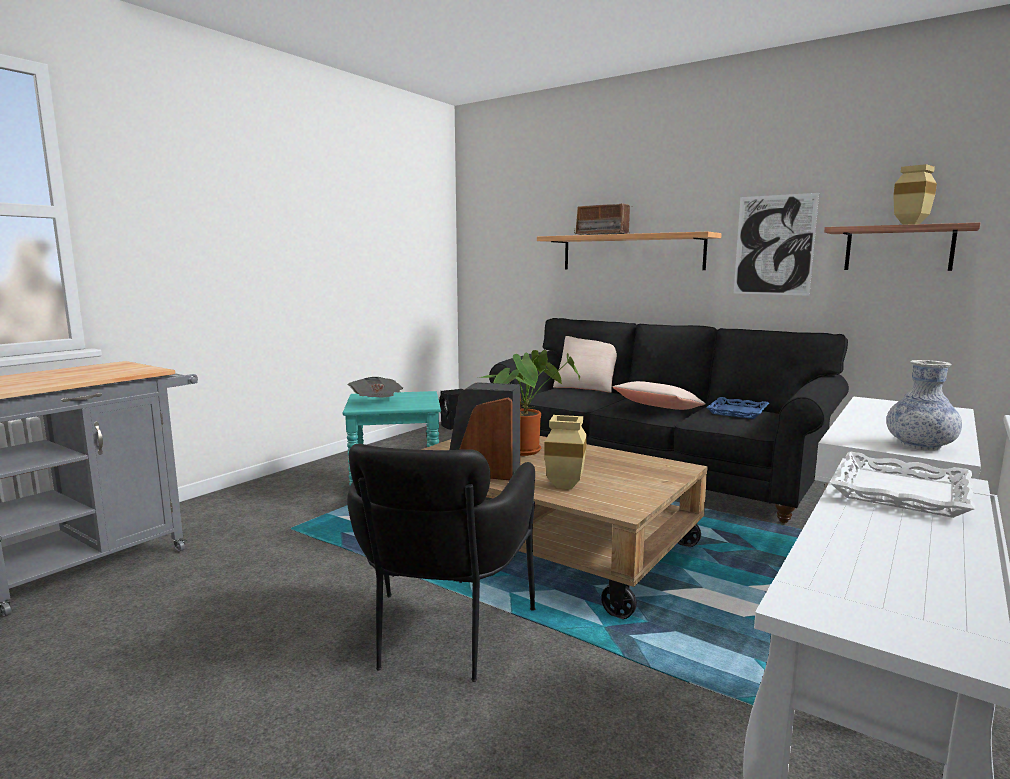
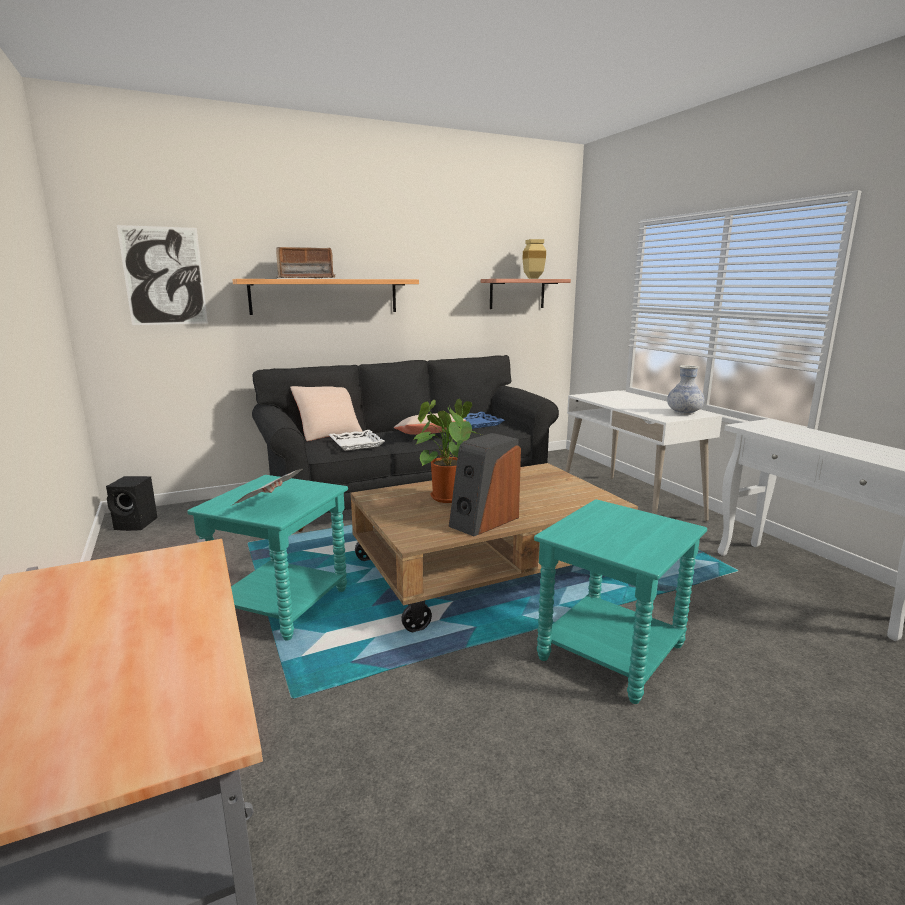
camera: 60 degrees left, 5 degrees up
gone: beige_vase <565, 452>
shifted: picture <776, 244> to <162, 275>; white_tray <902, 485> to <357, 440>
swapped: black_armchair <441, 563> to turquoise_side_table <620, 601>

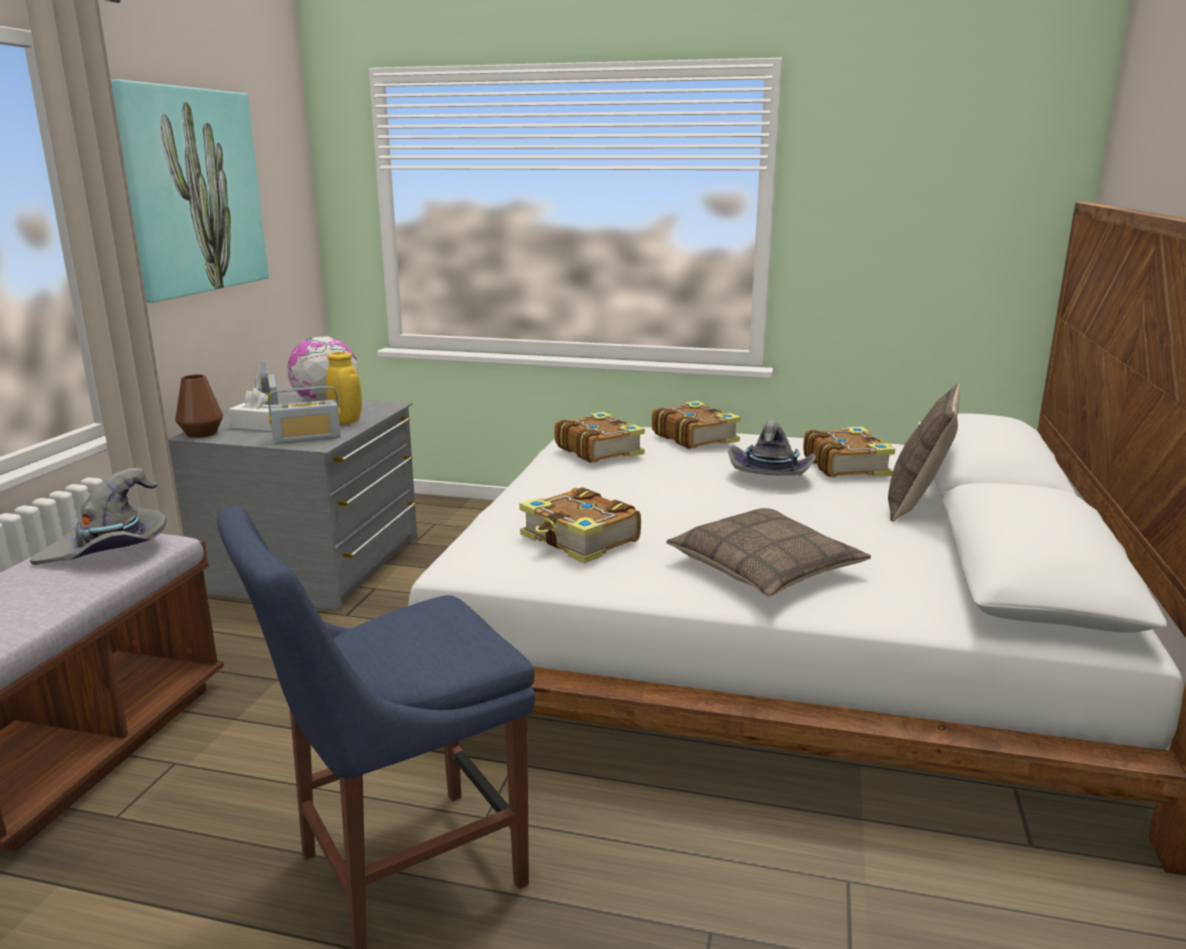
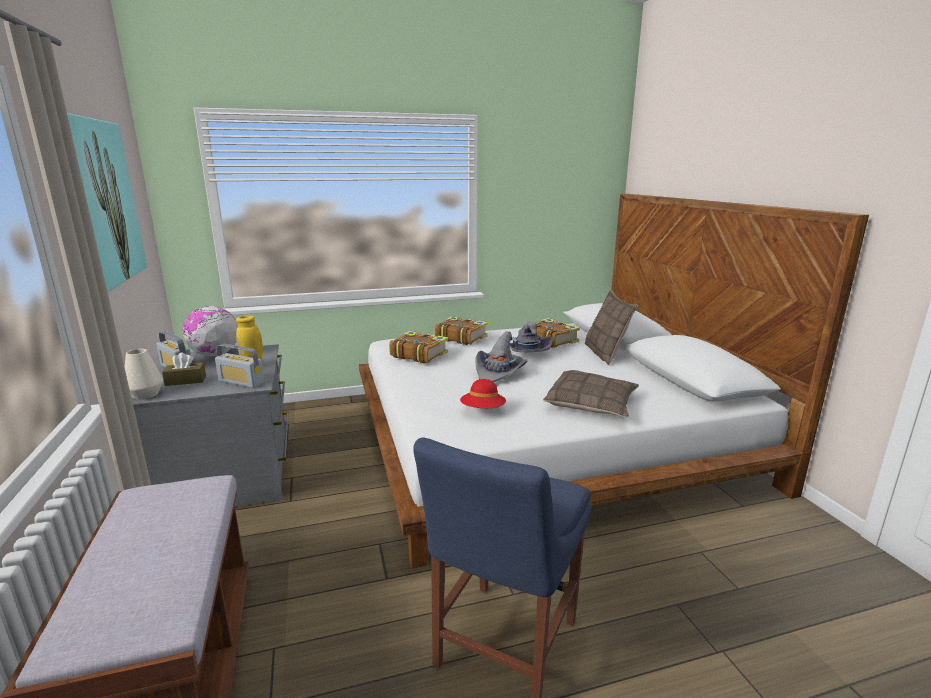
camera: 30 degrees left, 0 degrees up
shifted: grey_hat <98, 516> to <501, 356>
swapped: book <580, 525> to red_hat <483, 393>
repainted: brown_vase <199, 406> to white_vase <144, 374>; white_tissue_box <250, 409> to brown_tissue_box <184, 369>
rotated: radio <304, 415> = <239, 366> 75 degrees clockwise

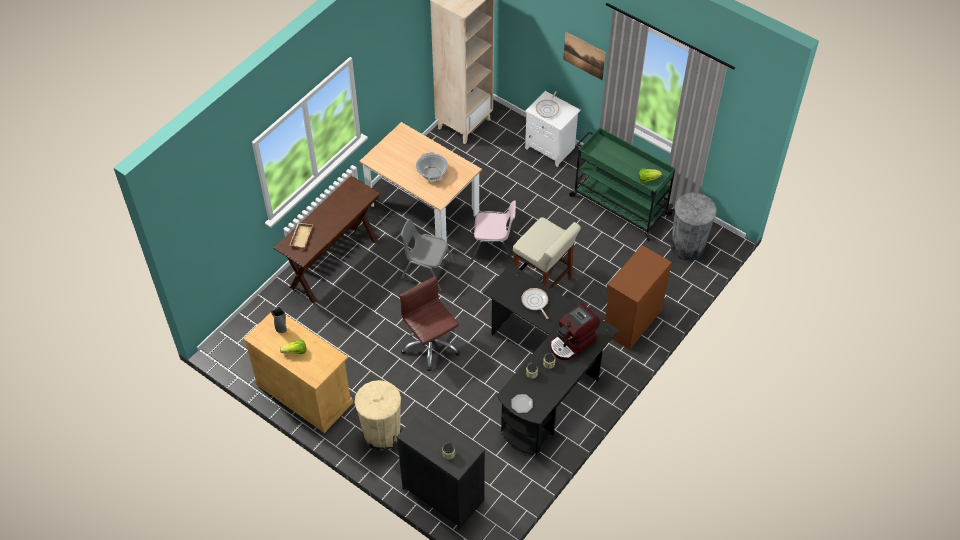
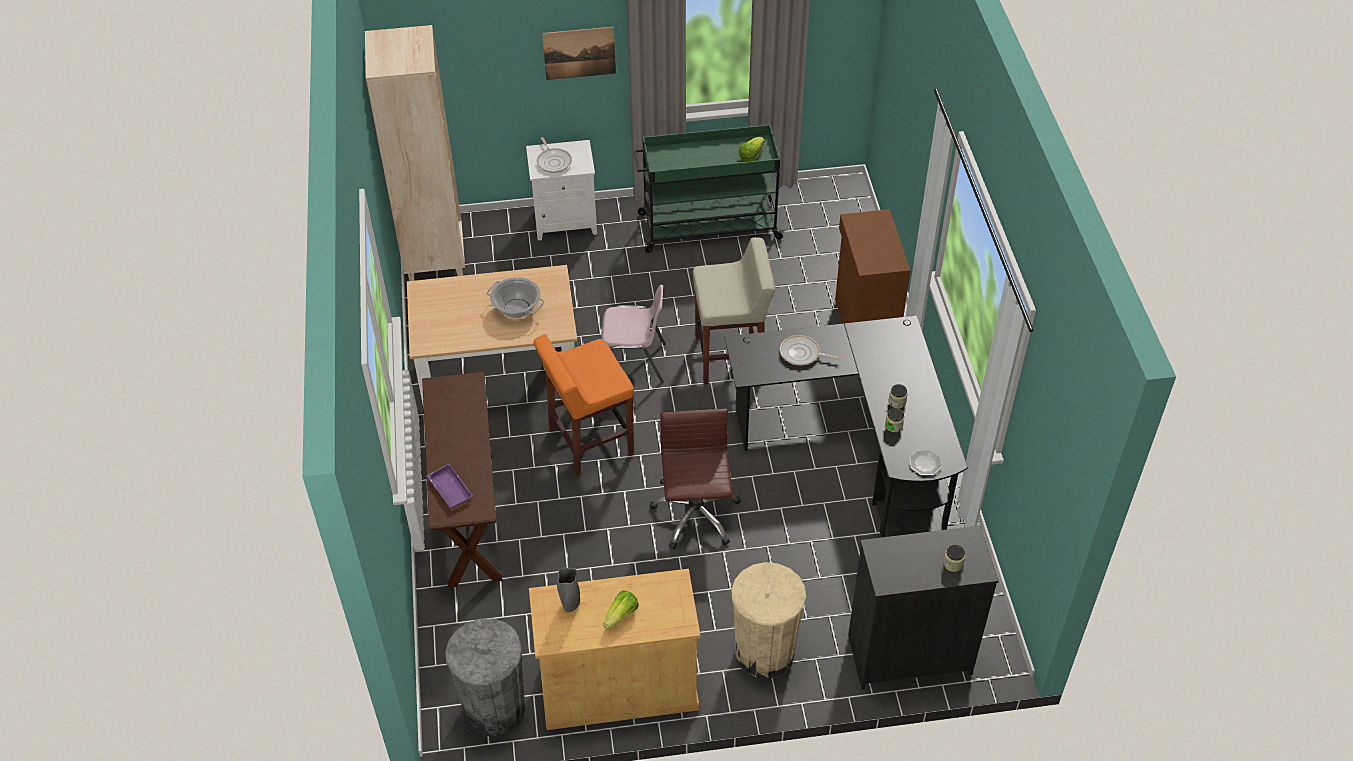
camera: 45 degrees left, 5 degrees down
gone: coffee_machine <575, 331>
shifted: grey_trash_can <694, 227> to <485, 677>
swapped: grey_chair <427, 255> to orange_stool <584, 405>
repainted: beige_tray <301, 236> to purple_tray <449, 486>
rotated: brown_office_chair <429, 323> = <695, 479> 75 degrees clockwise; pink_chair <493, 231> = <633, 334> 45 degrees clockwise

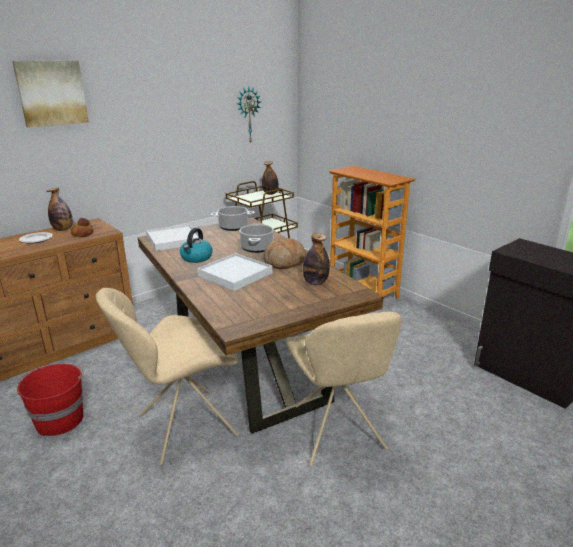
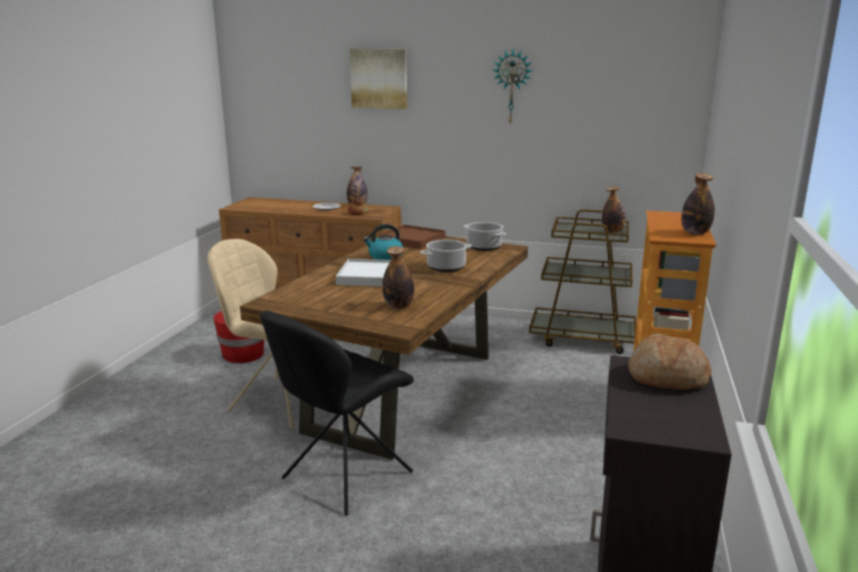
camera: 55 degrees right, 5 degrees down
new: bottle <698, 204>
shifted: wall_clock <249, 115> to <512, 87>; bread <284, 253> to <670, 361>
repainted: white_tray <172, 237> to brown_tray <411, 237>; beige_chair <344, 389> to black_chair <337, 413>

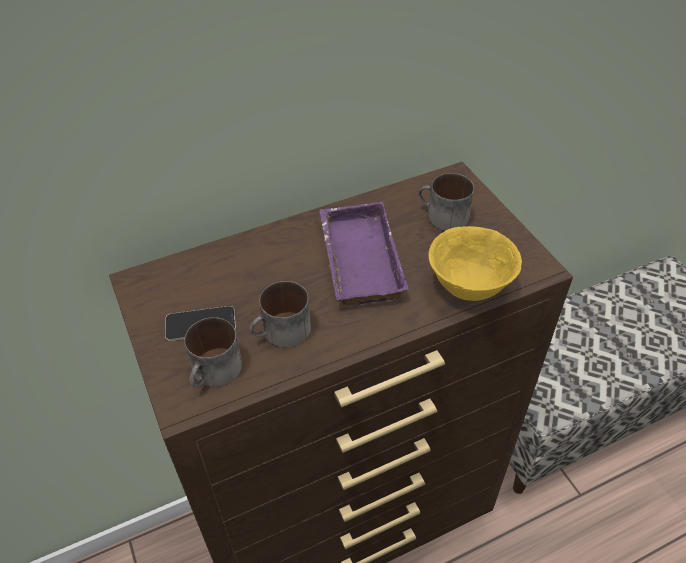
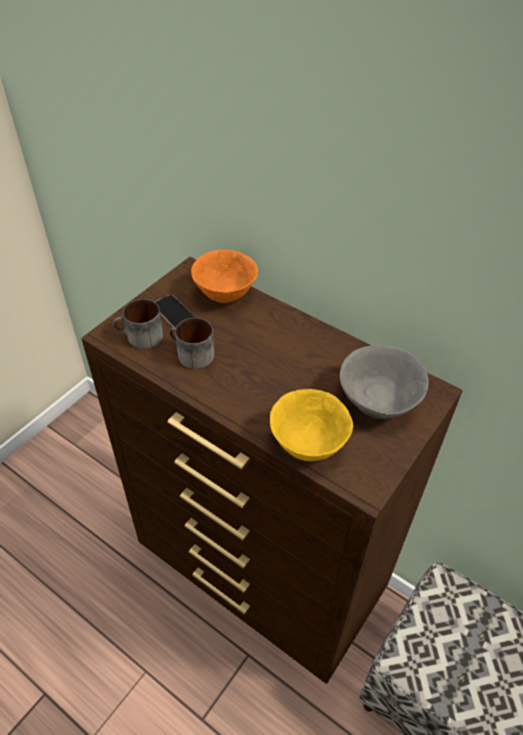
camera: 60 degrees right, 0 degrees up
gone: purple_tray <364, 253>
new: orange_bowl <224, 276>
swapped: mug <446, 201> to grey_bowl <384, 382>

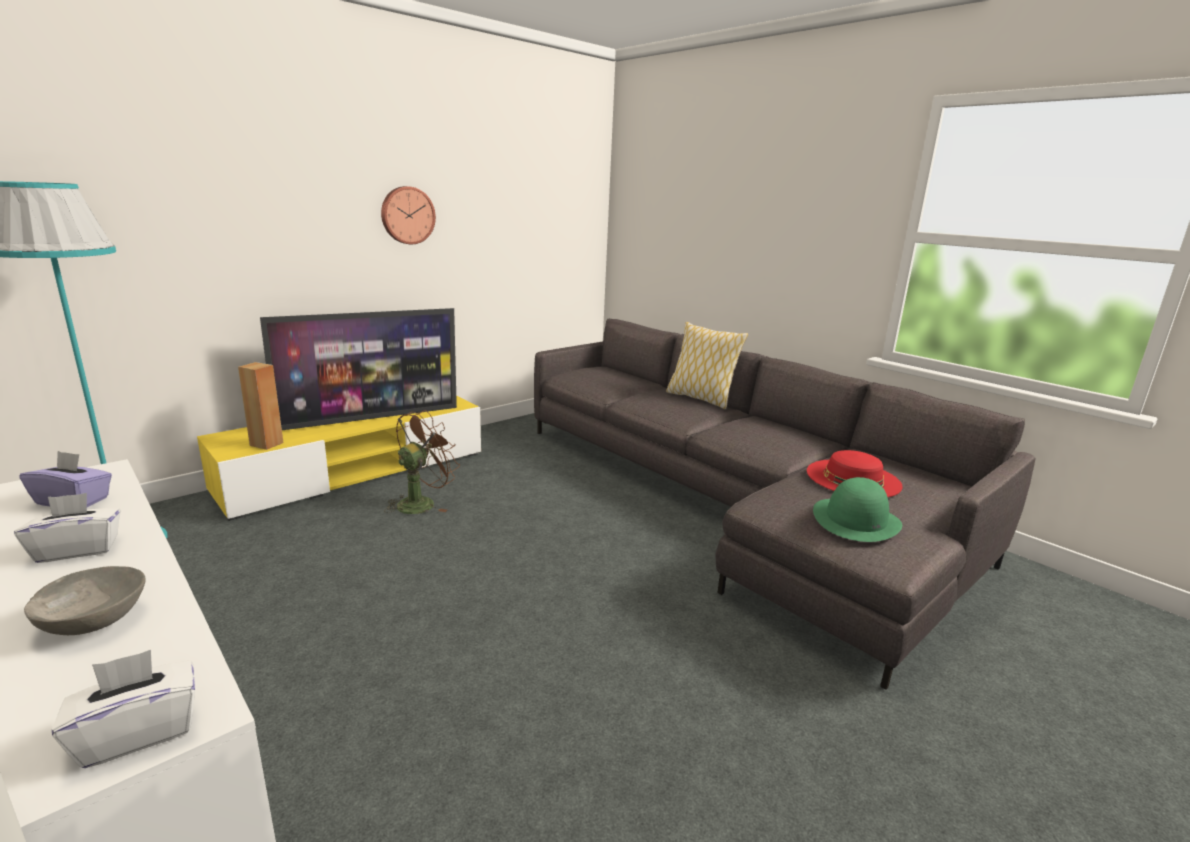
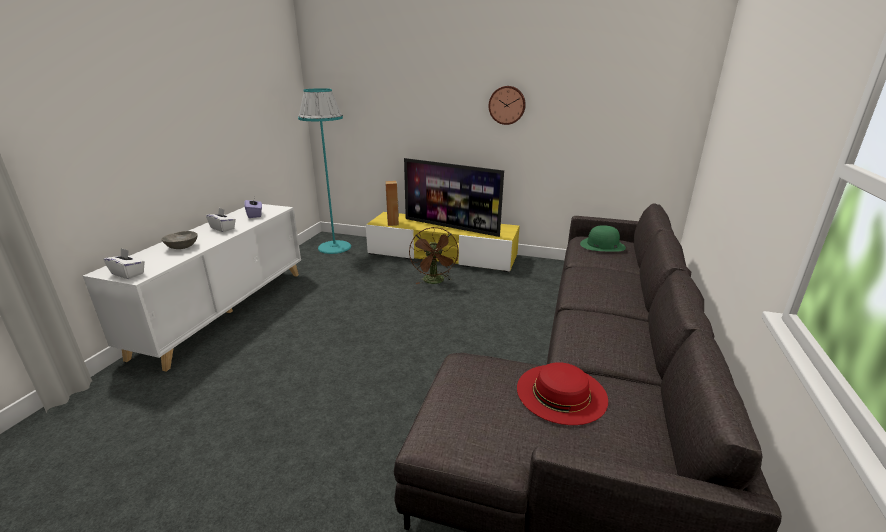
camera: 60 degrees right, 5 degrees up
gone: pillow <707, 365>
shifted: green_hat <857, 509> to <603, 238>
rotated: brown_fan <422, 462> = <433, 255> 75 degrees clockwise

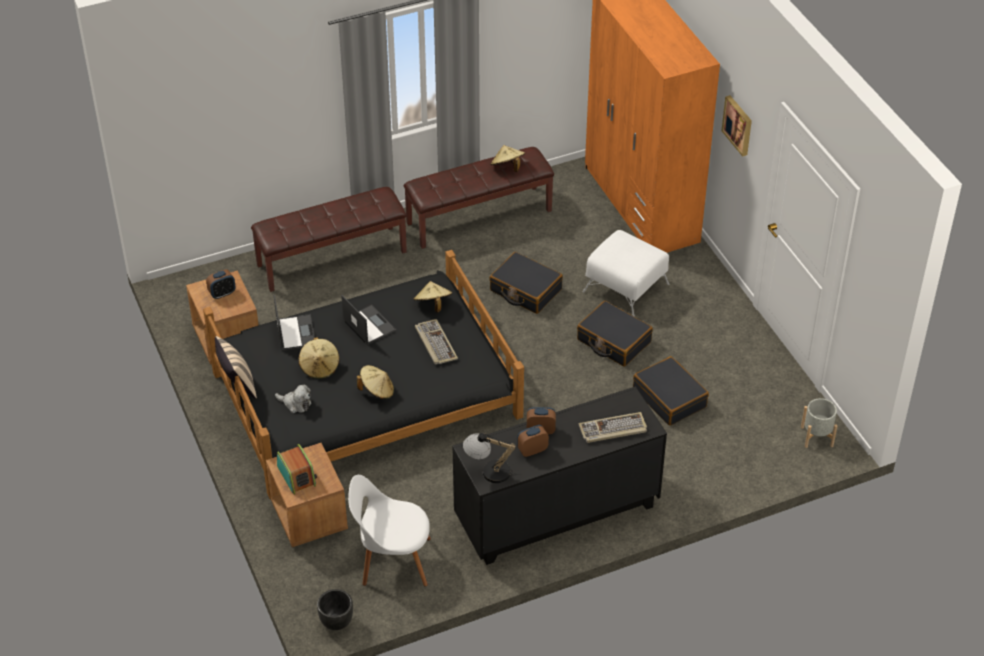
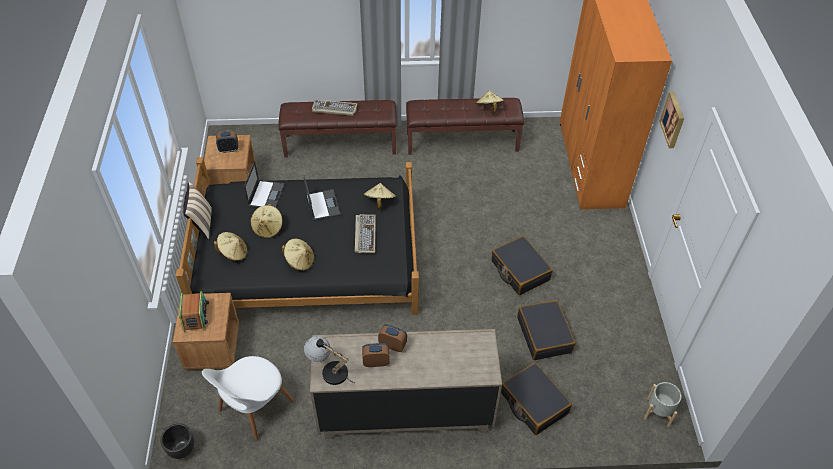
camera: 20 degrees right, 5 degrees up
gone: white_ottoman <626, 273>
shifted: black_suitcase <526, 283> to <536, 398>; keyboard <613, 427> to <335, 108>
swapped: plush_toy <293, 398> to beige_hat <231, 246>
repainted: black_dresser <559, 475> to beige_dresser <406, 384>
rotated: white_chair <389, 531> = <248, 398> 75 degrees counterclockwise

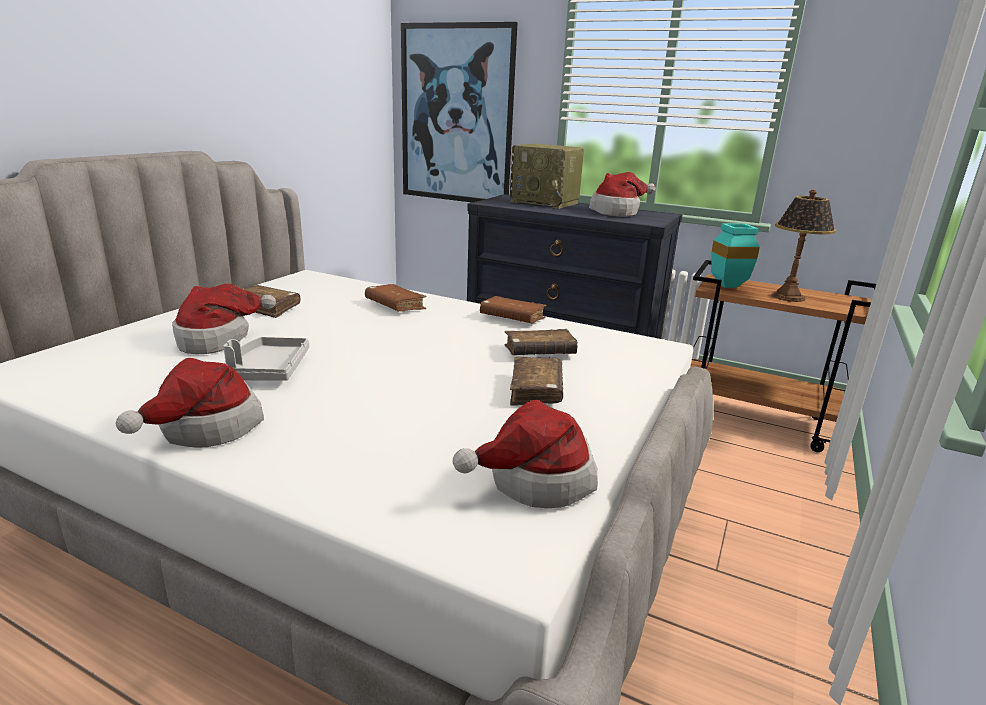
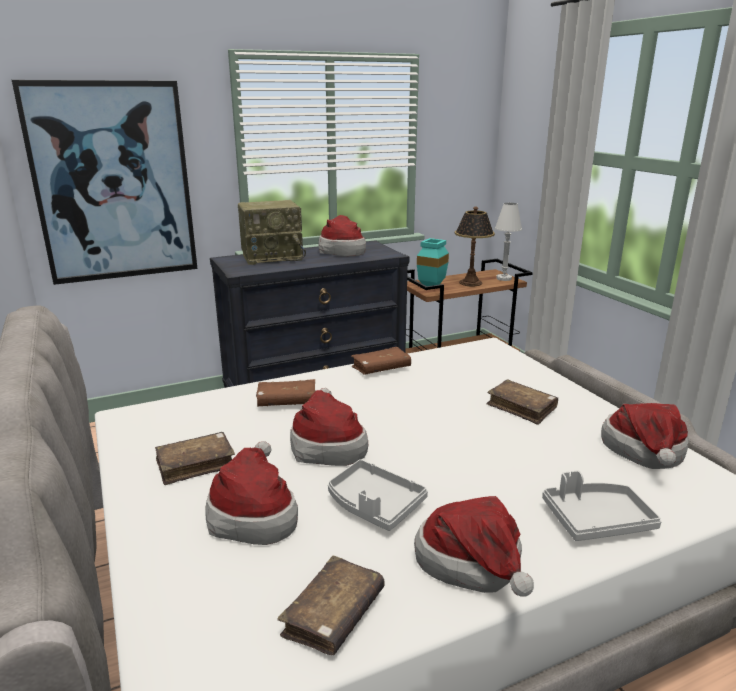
camera: 50 degrees left, 0 degrees up
new: hat <329, 427>; white_table_lamp <508, 242>; grey_tray <602, 505>
shifted: brown_book <541, 342> to <331, 605>

